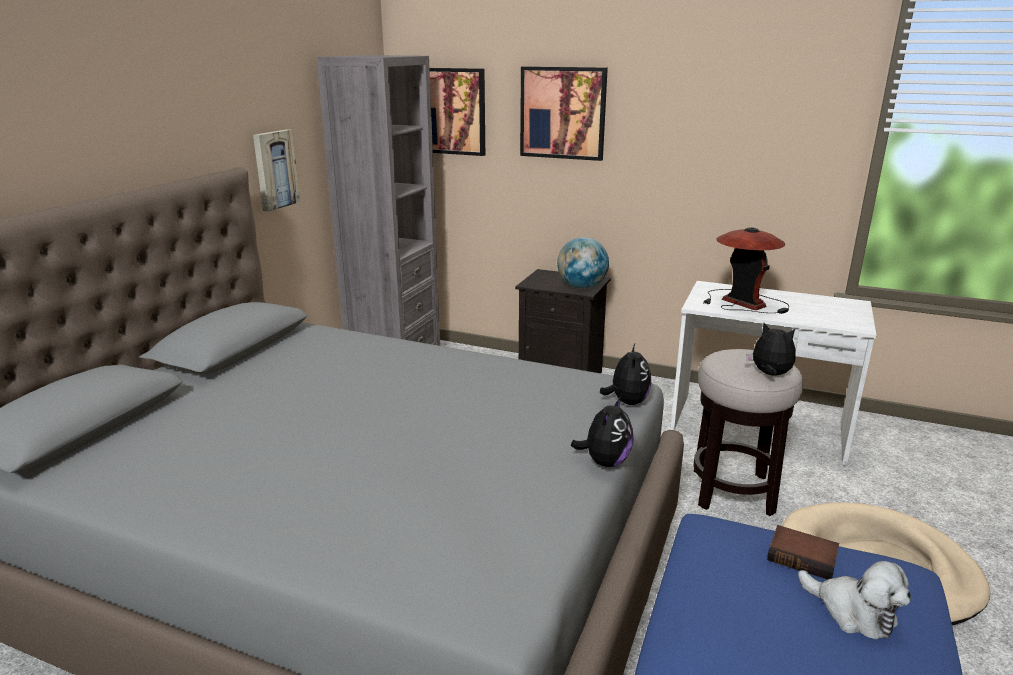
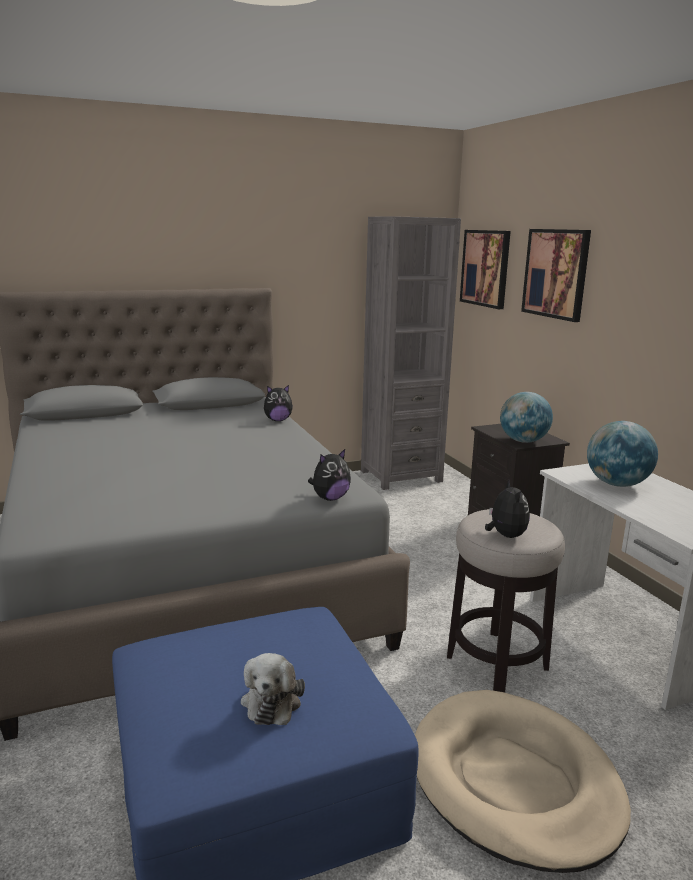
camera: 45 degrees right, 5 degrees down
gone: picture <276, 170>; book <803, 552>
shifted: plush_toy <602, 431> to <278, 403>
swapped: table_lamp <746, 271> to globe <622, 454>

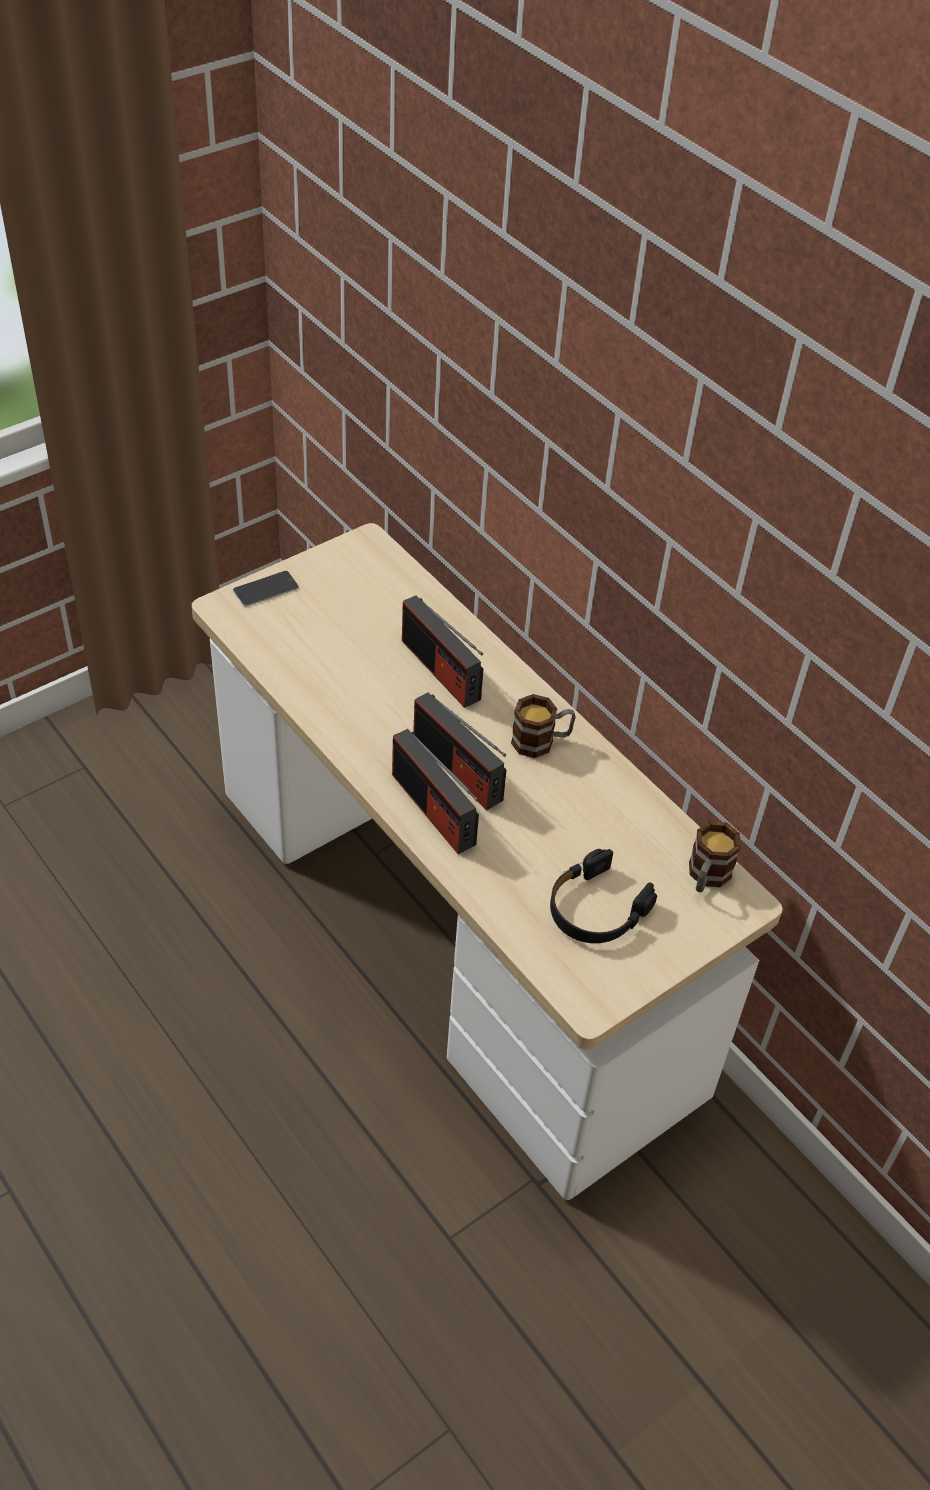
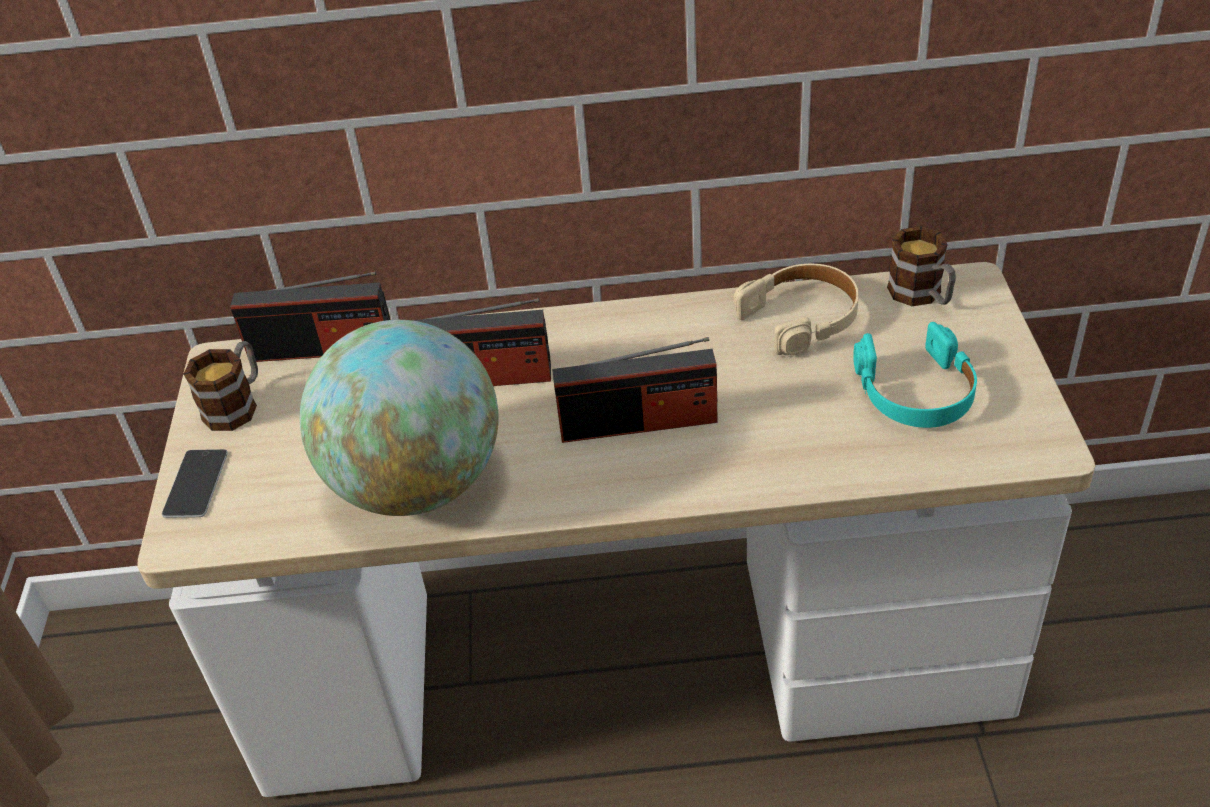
camera: 50 degrees left, 5 degrees down
new: globe <399, 418>; beige_headphones <796, 309>
shifted: radio <435, 791> to <310, 316>; mug <543, 726> to <220, 386>
repainted: black_headphones <603, 896> to turquoise_headphones <915, 375>

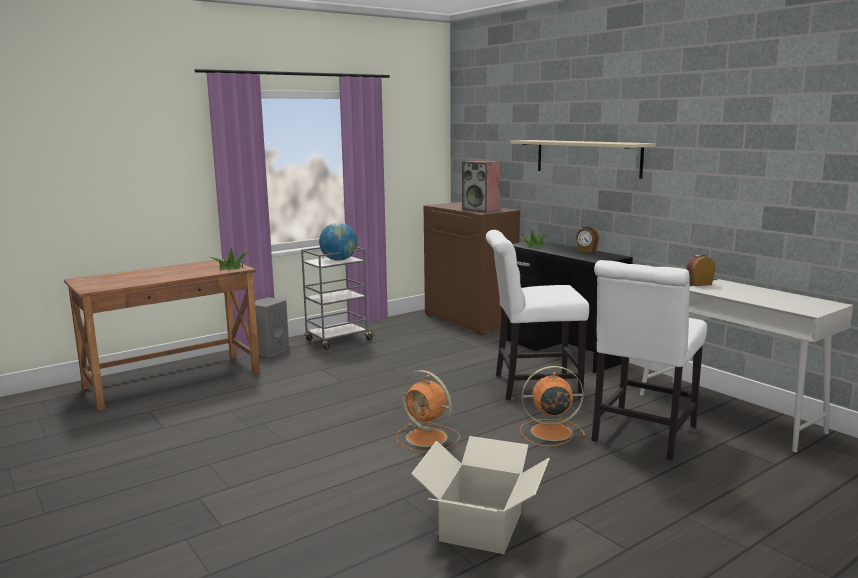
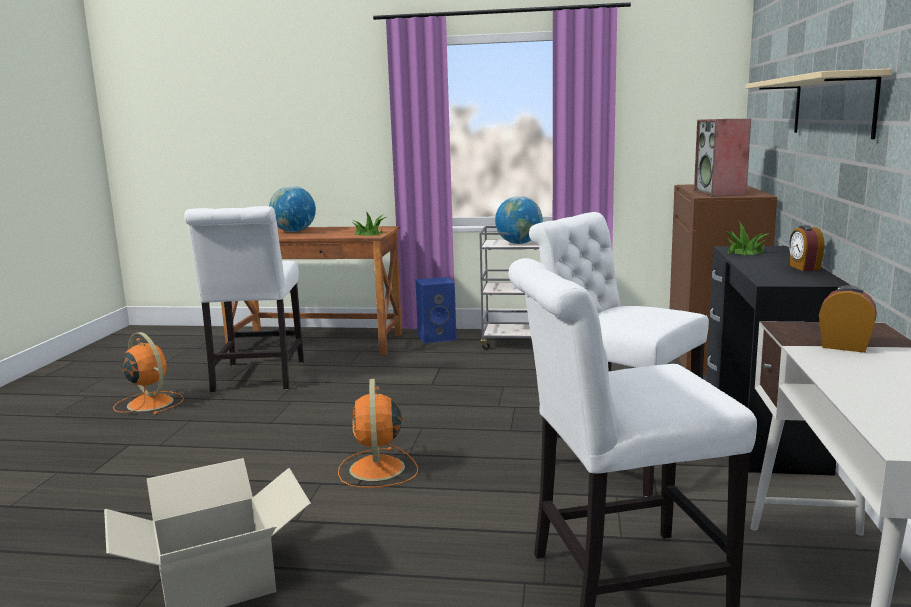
camera: 45 degrees right, 0 degrees up
new: white_chair <244, 299>; globe <292, 209>
shifted: orange_fan <553, 406> to <148, 373>
repainted: grey_speaker <268, 327> to blue_speaker <436, 310>

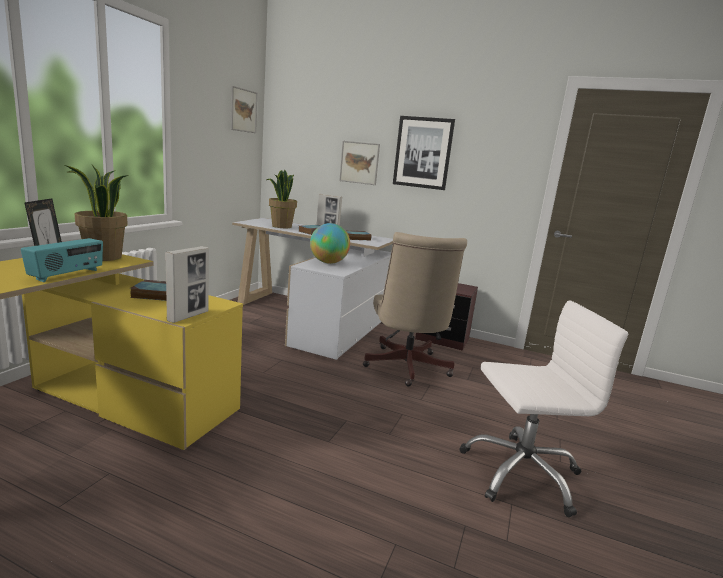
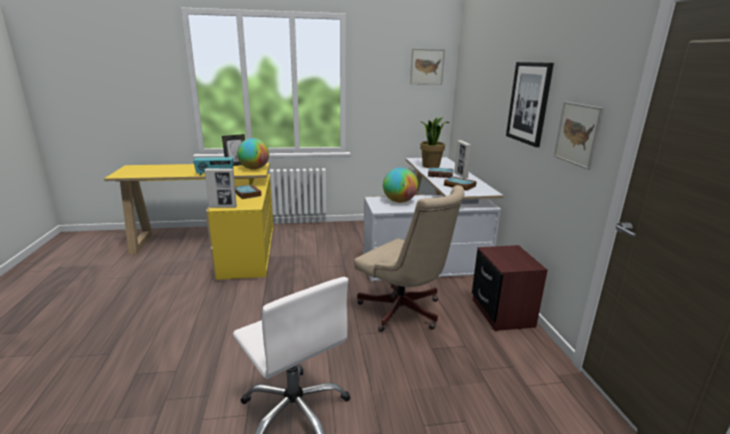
camera: 60 degrees right, 5 degrees up
shifted: picture <359, 163> to <579, 136>
swapped: potted_plant <97, 213> to globe <253, 154>
rotated: beige_office_chair <415, 309> = <409, 258> 105 degrees counterclockwise

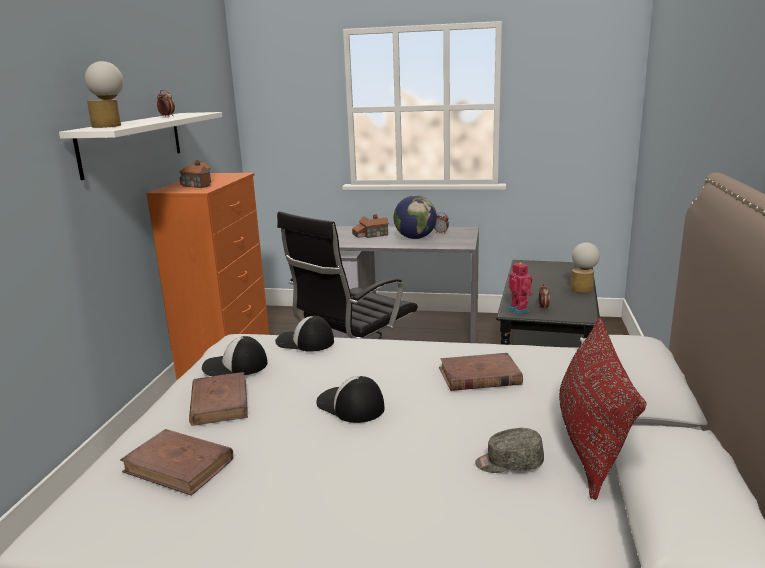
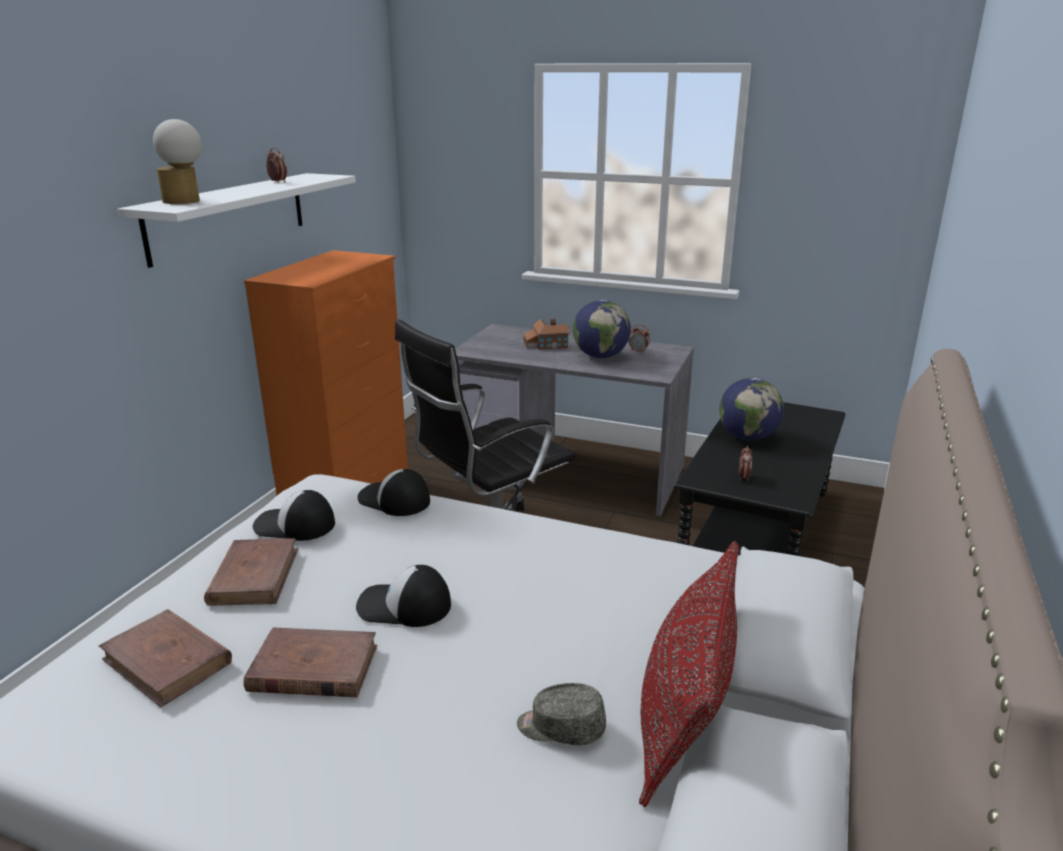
camera: 10 degrees right, 5 degrees up
gone: toy_house <195, 174>; toy_robot <520, 287>; table_lamp <585, 267>
new: globe <751, 409>
shifted: brown_book <481, 372> to <310, 662>
rotated: cap <350, 399> = <403, 596> 45 degrees counterclockwise

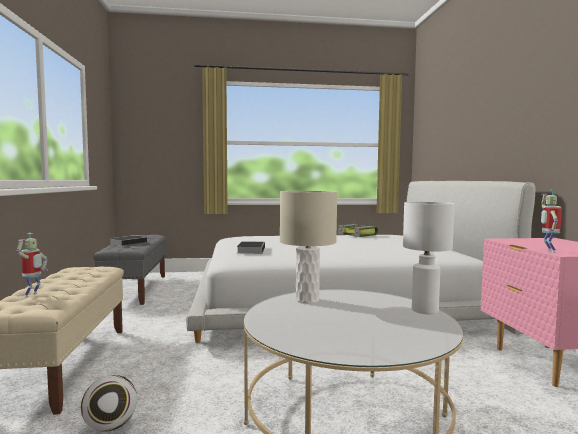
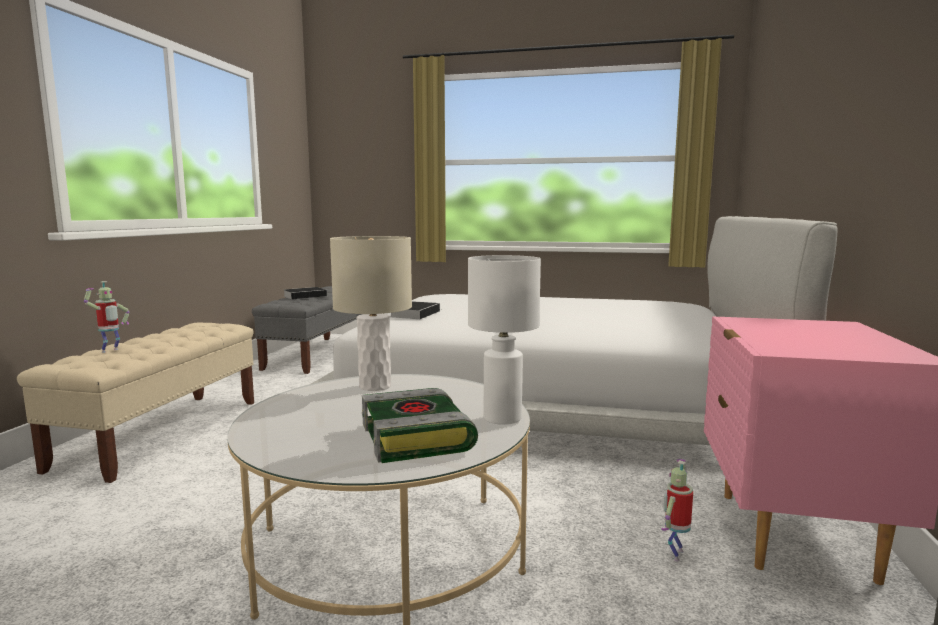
camera: 20 degrees right, 5 degrees up
gone: football <109, 403>
shifted: book <358, 230> to <420, 425>; toy_robot <551, 221> to <677, 510>

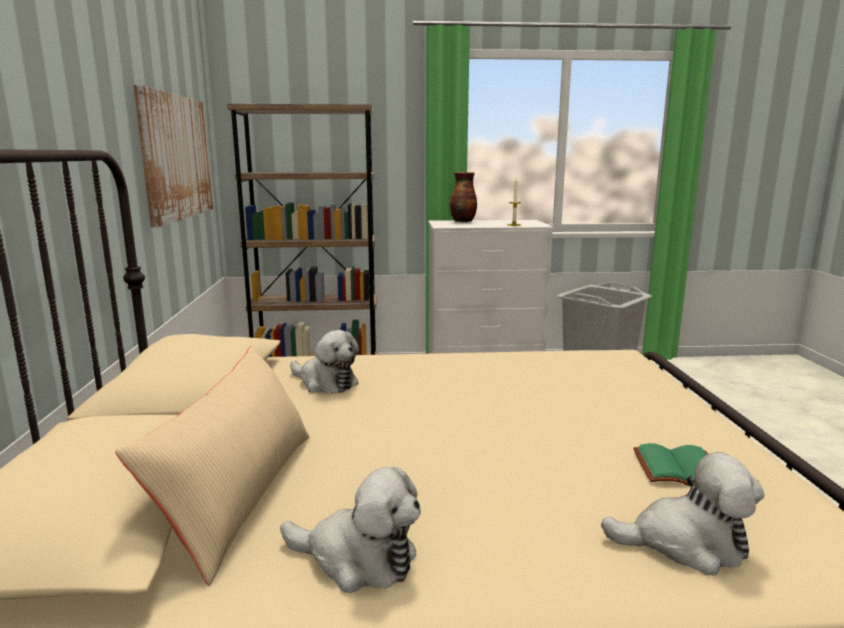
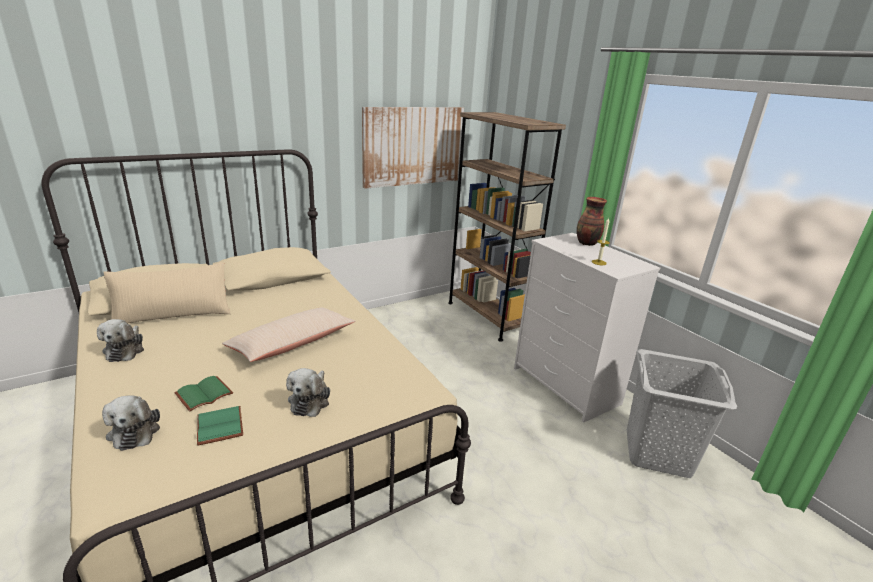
camera: 60 degrees right, 10 degrees up
new: green_book <204, 394>; beige_pillow <289, 335>
shifted: plush_toy <324, 362> to <308, 392>

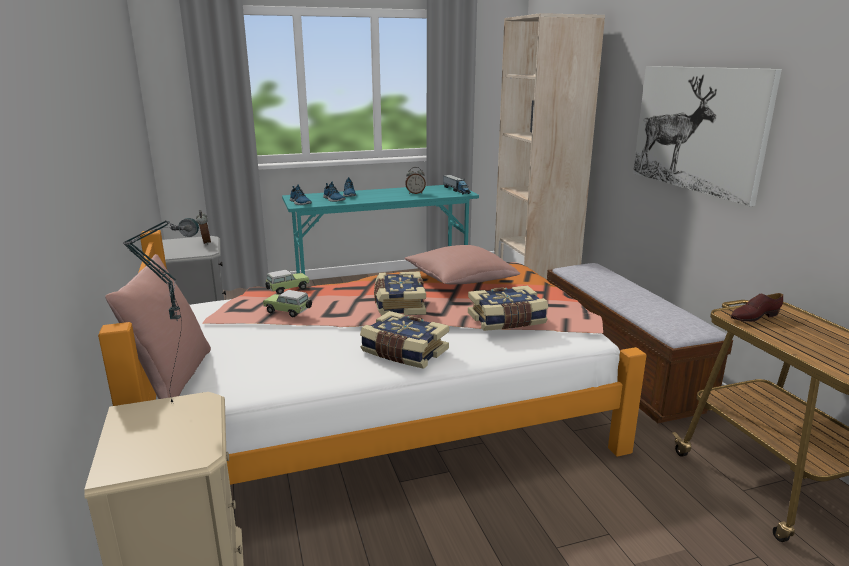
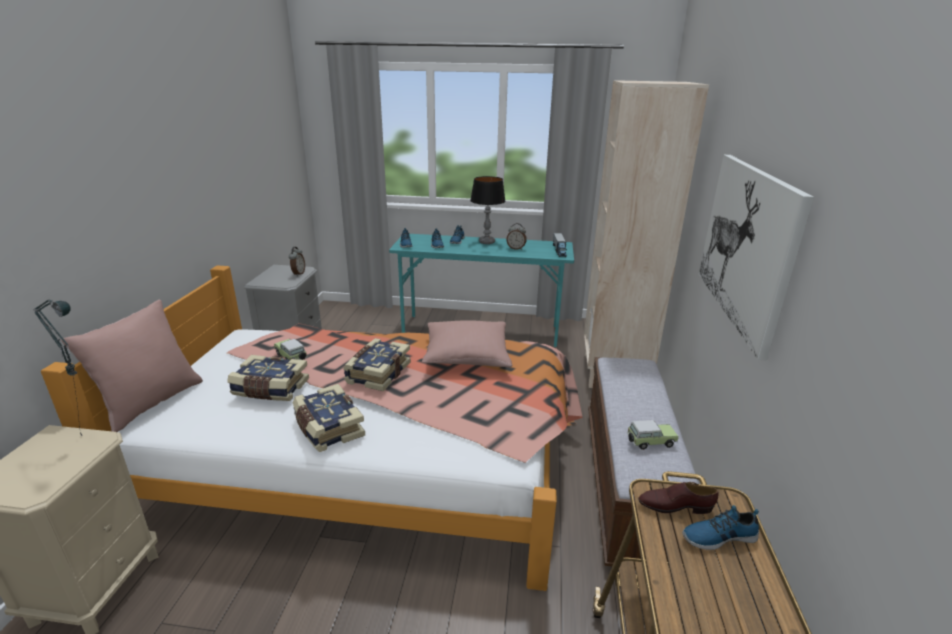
camera: 25 degrees right, 5 degrees up
new: table_lamp <488, 210>; shoe <720, 527>
shifted: toy_car <287, 282> to <653, 435>; book <508, 308> to <268, 378>

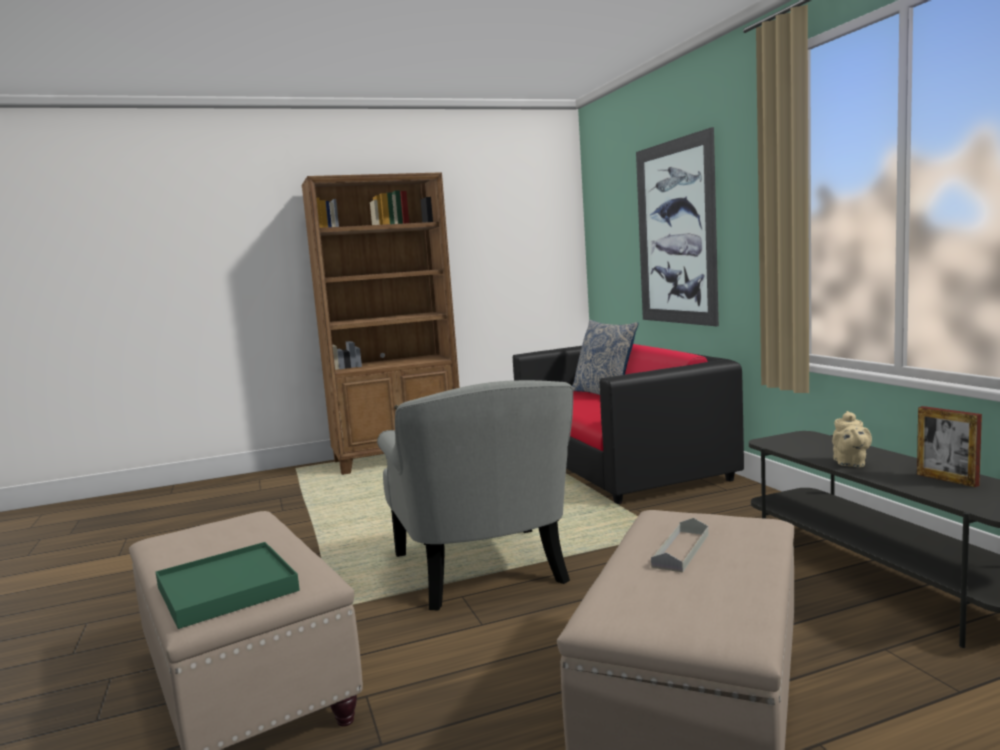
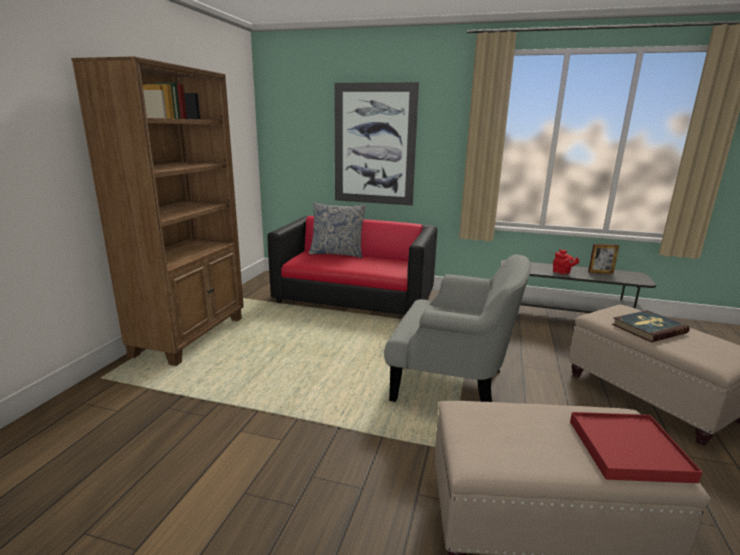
camera: 55 degrees left, 10 degrees up
swapped: grey_tray <679, 545> to book <650, 326>
repainted: green_tray <228, 585> to red_tray <636, 447>; beige_teapot <852, 439> to red_teapot <566, 262>

